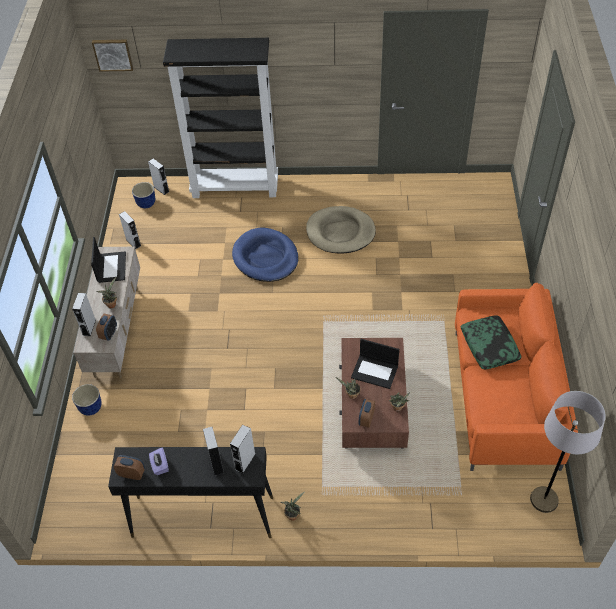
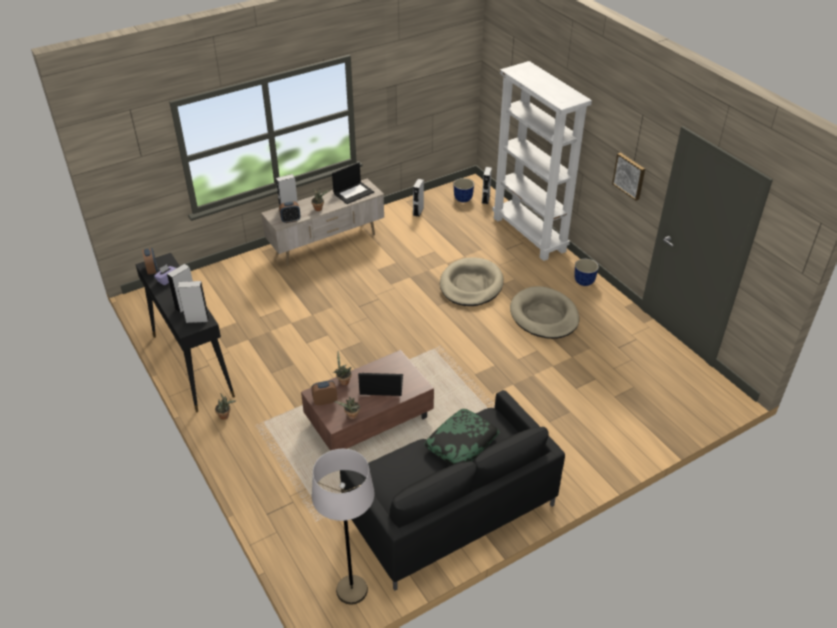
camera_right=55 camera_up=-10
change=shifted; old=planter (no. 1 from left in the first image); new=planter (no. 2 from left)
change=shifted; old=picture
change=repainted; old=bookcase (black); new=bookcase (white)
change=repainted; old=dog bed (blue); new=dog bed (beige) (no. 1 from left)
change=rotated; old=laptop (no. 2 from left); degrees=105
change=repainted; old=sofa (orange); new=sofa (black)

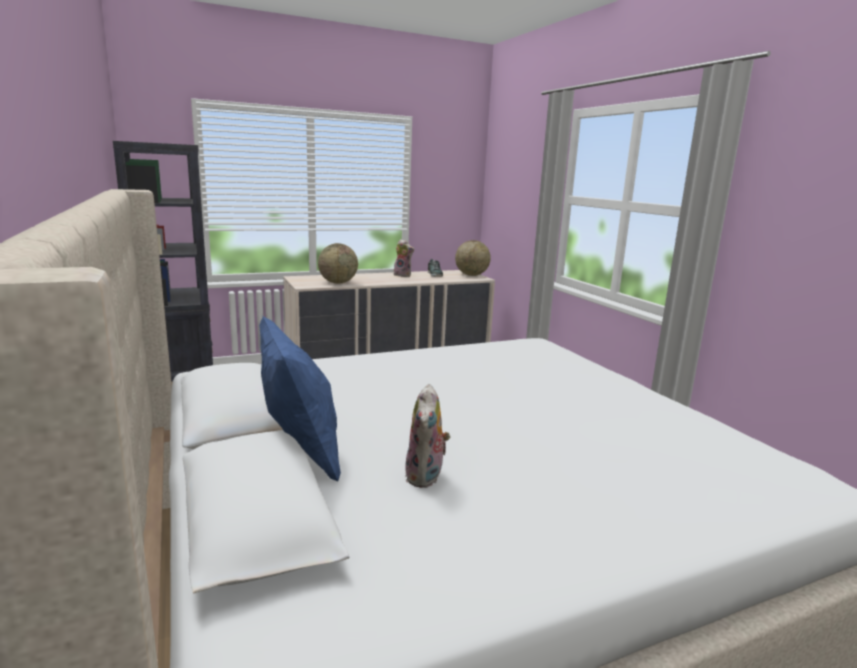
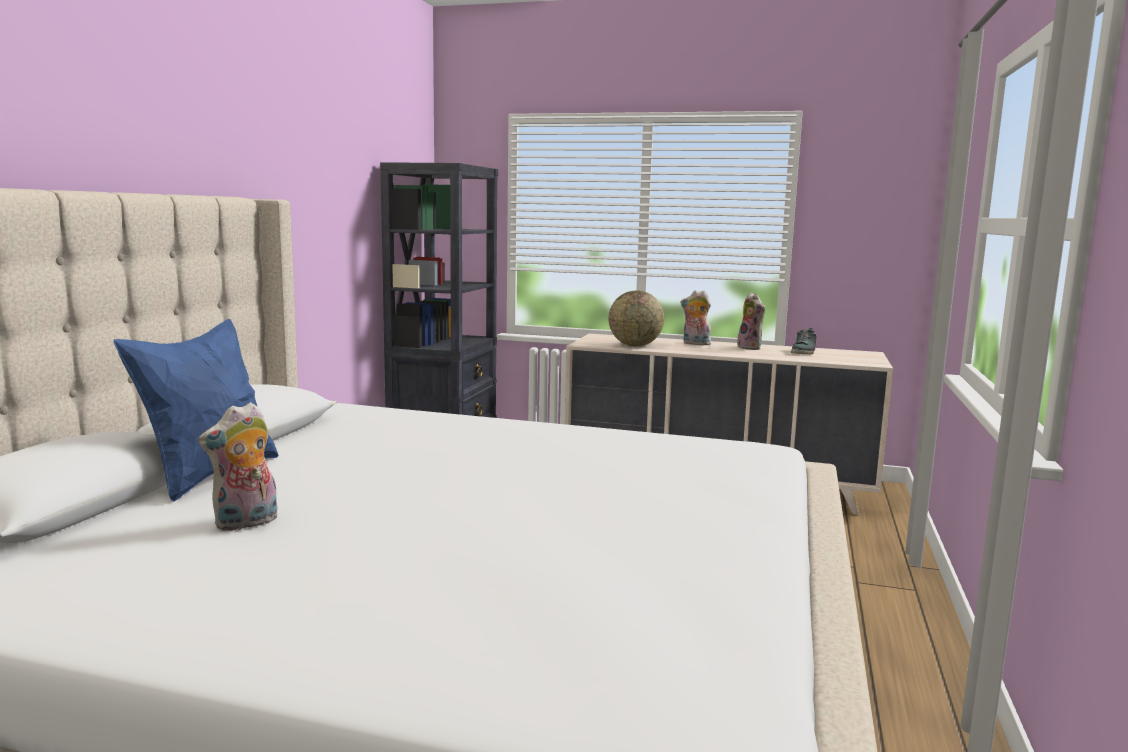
camera_right=40 camera_up=-5
change=gone; old=globe (no. 2 from left)
change=new; new=plush toy (no. 2 from left)

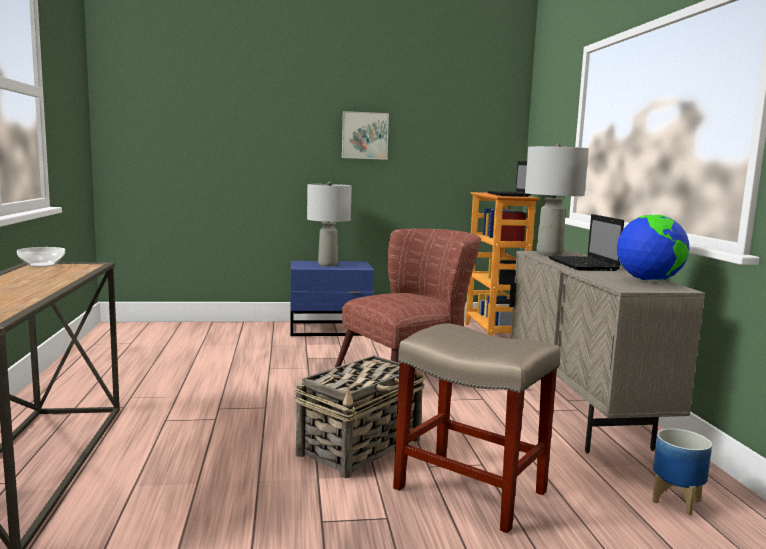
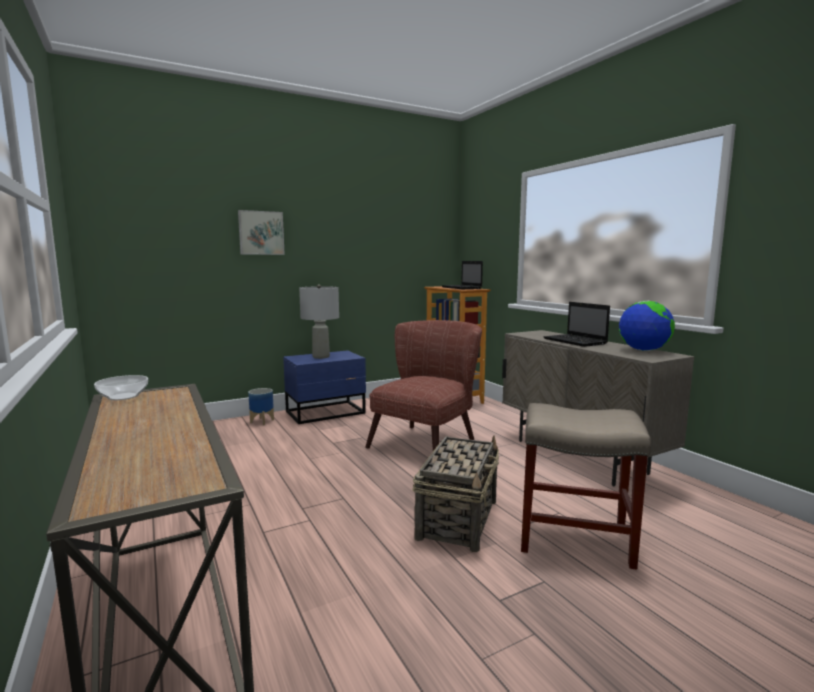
camera_right=-20 camera_up=0
change=shifted; old=picture
change=gone; old=table lamp (grey) (no. 2 from left)
change=shifted; old=planter

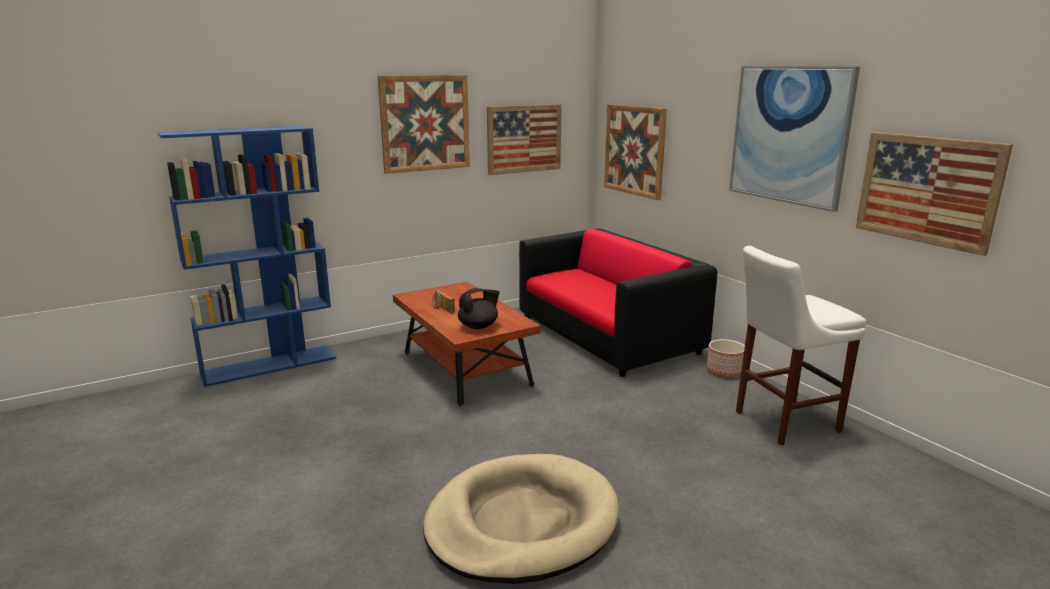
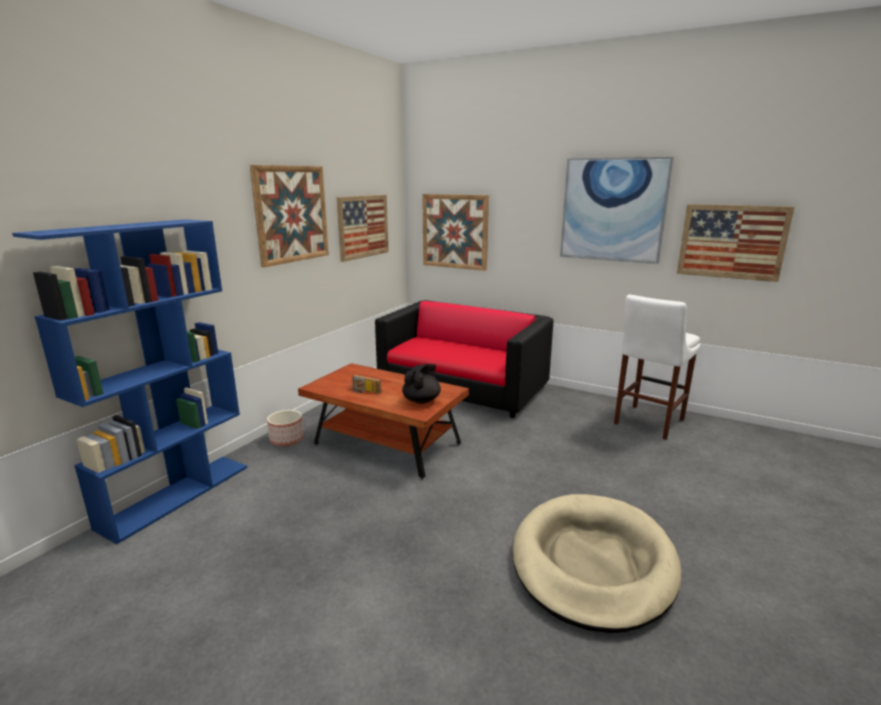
camera_right=-30 camera_up=0
change=shifted; old=planter

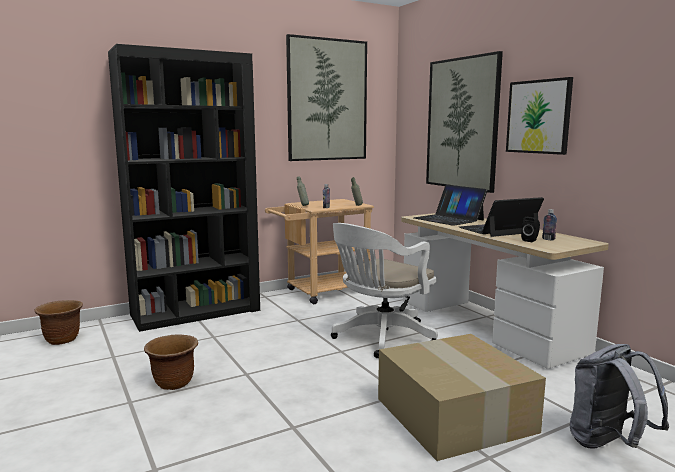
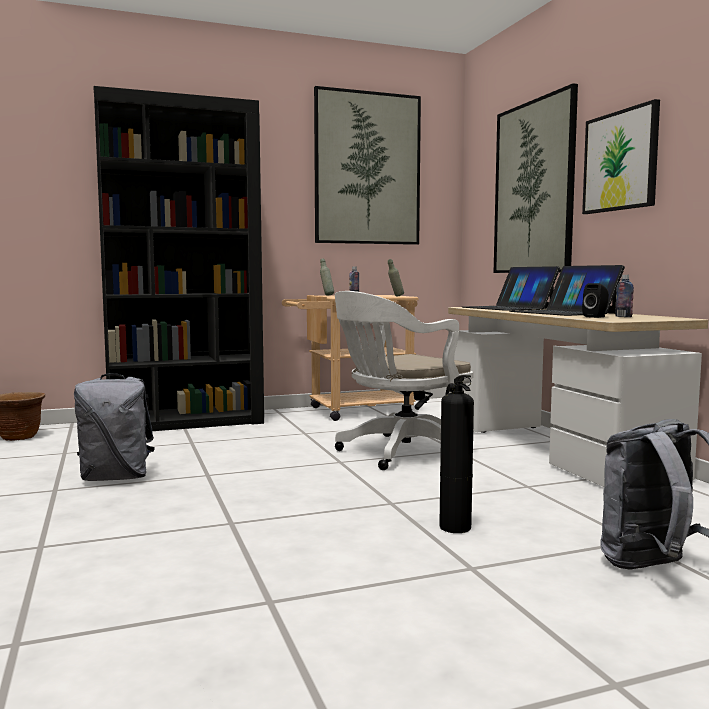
camera_right=10 camera_up=-5
change=swapped; old=planter (brown) (no. 2 from left); new=backpack (grey) (no. 1 from left)
change=swapped; old=cardboard box; new=fire extinguisher
change=rotated; old=laptop (no. 2 from left); degrees=-105

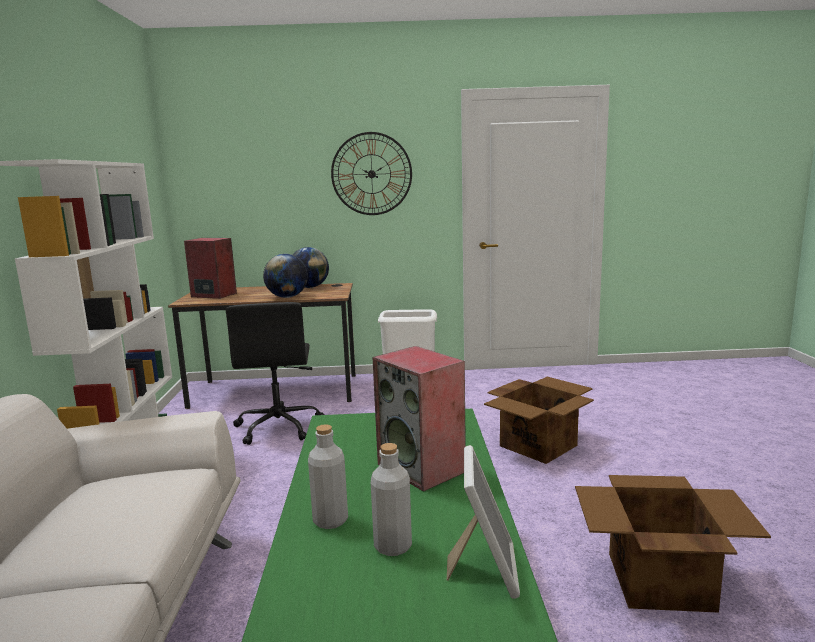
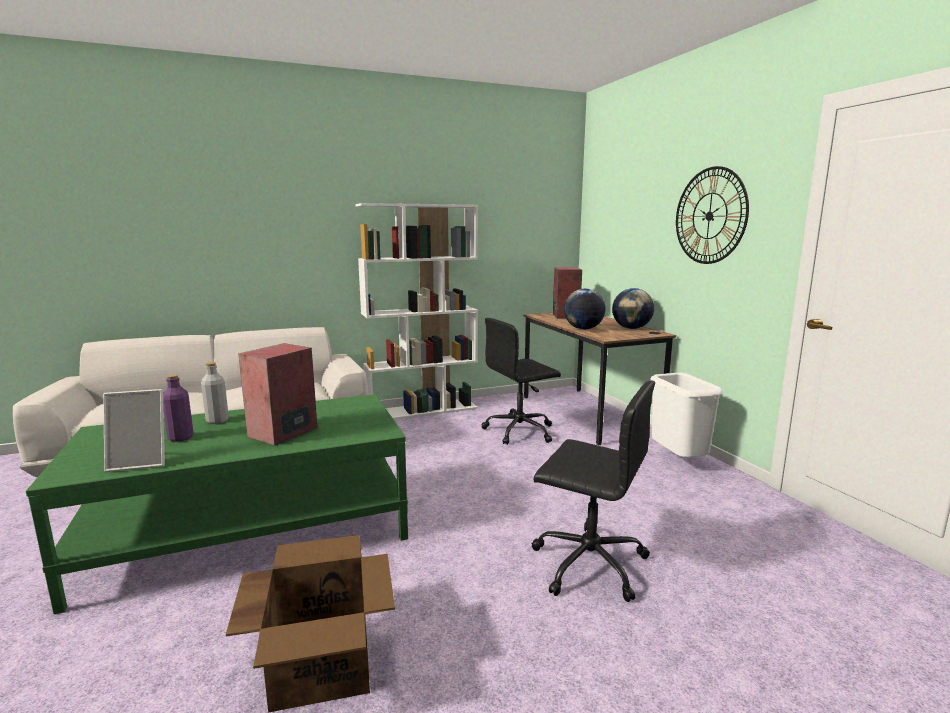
camera_right=70 camera_up=0
change=repainted; old=bottle (grey) (no. 2 from left); new=bottle (purple)
change=swapped; old=cardboard box (no. 1 from left); new=office chair (black) (no. 2 from left)

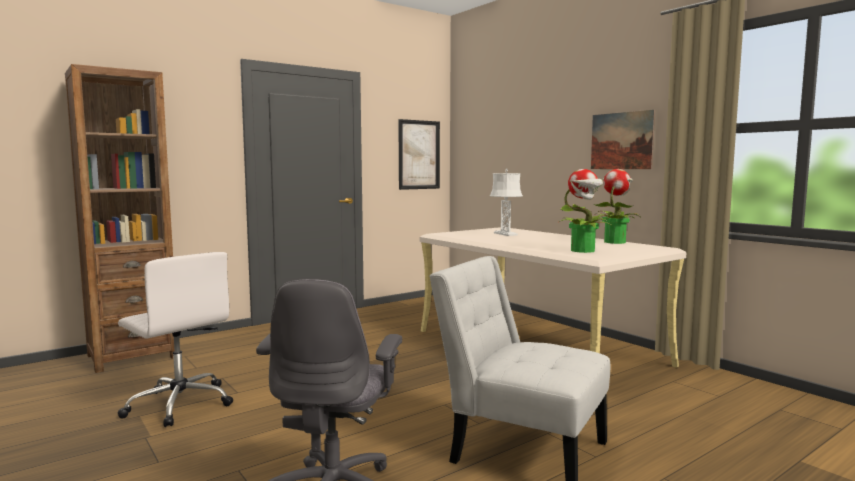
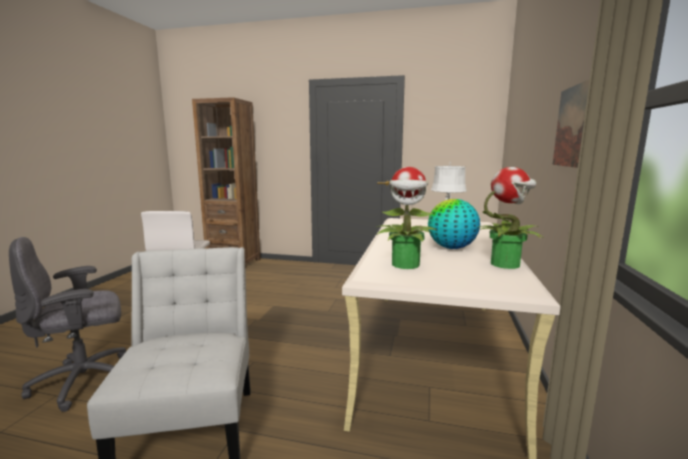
camera_right=50 camera_up=5
change=gone; old=picture (no. 1 from left)
change=new; new=globe

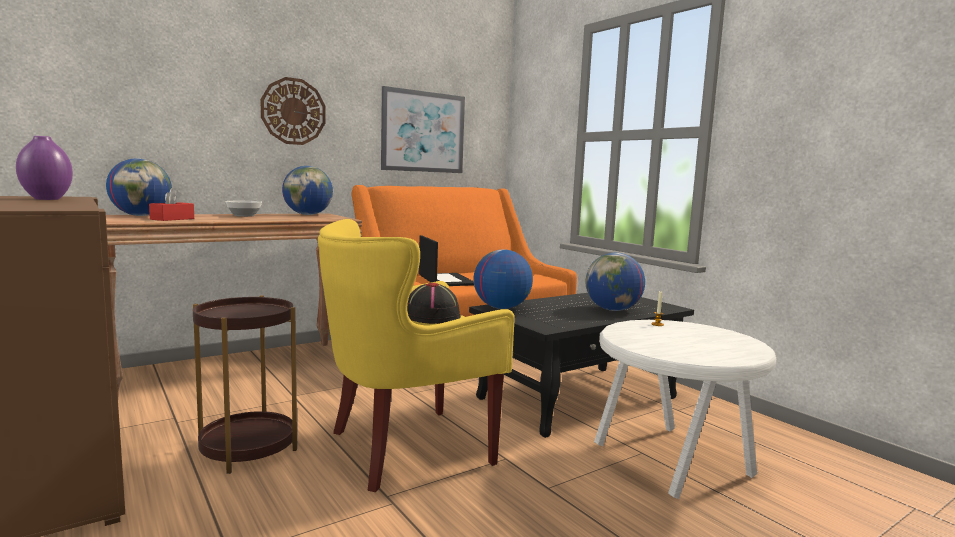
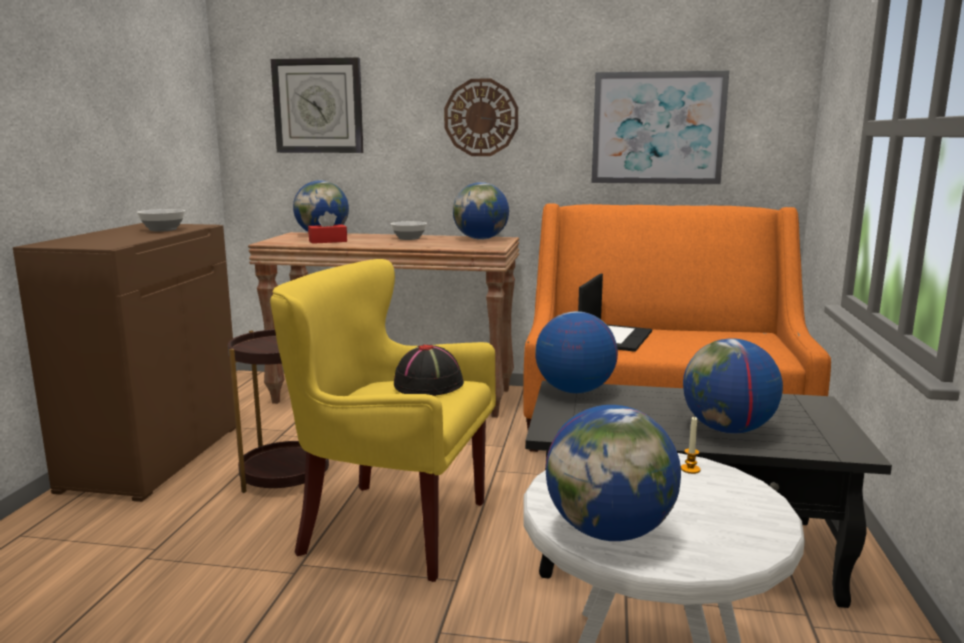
camera_right=45 camera_up=5
change=swapped; old=vase (purple); new=bowl (no. 1 from left)
change=new; new=wall clock (no. 1 from left)
change=new; new=globe (no. 4 from left)

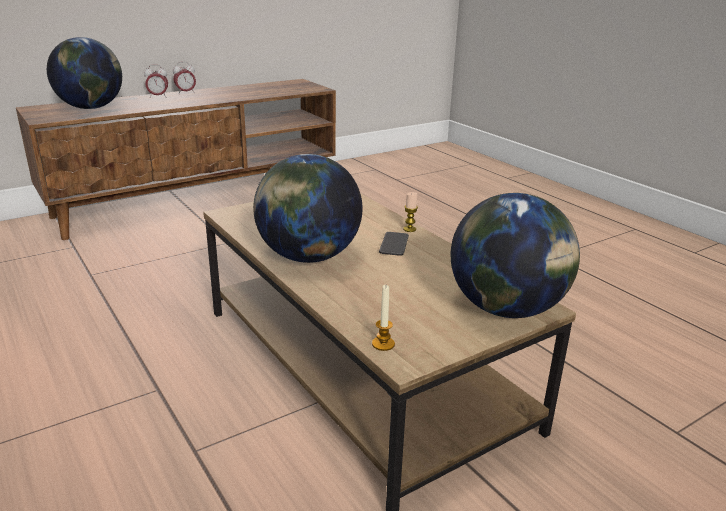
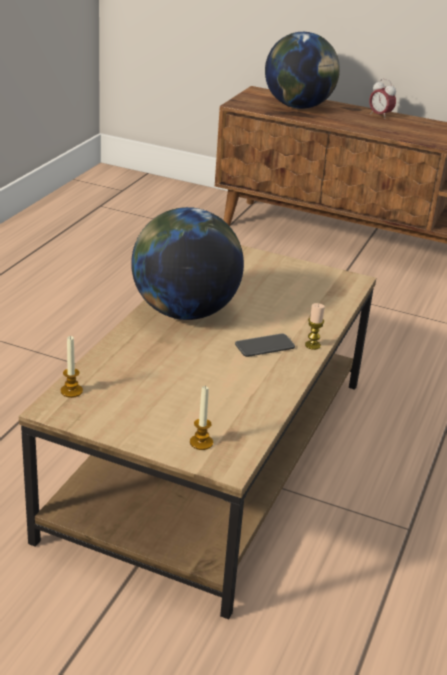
camera_right=55 camera_up=5
change=gone; old=alarm clock (no. 2 from left)
change=swapped; old=globe (no. 3 from left); new=candle (no. 2 from left)

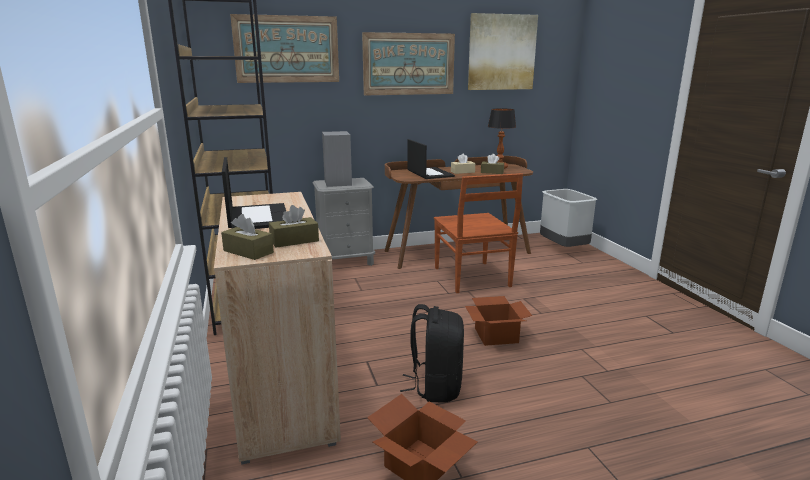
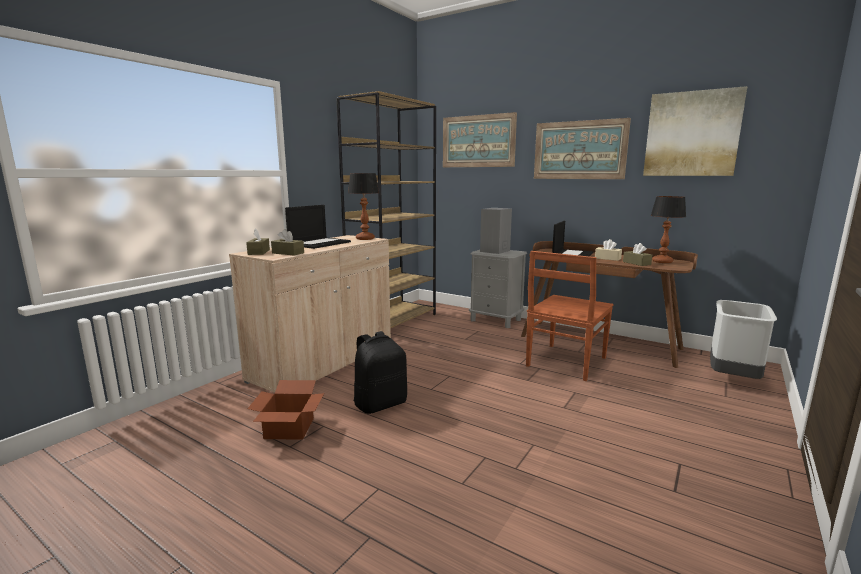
camera_right=50 camera_up=-5
change=gone; old=cardboard box (no. 2 from left)
change=new; new=table lamp (no. 1 from left)

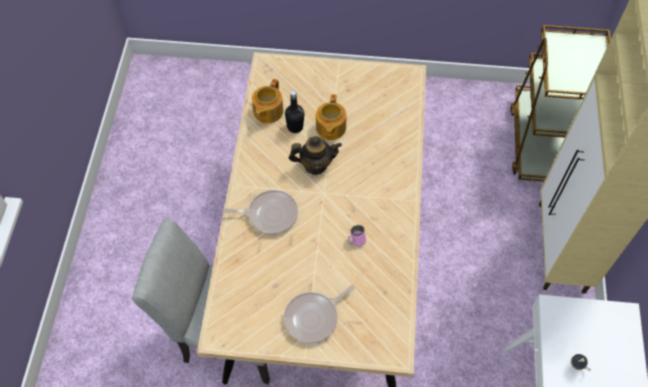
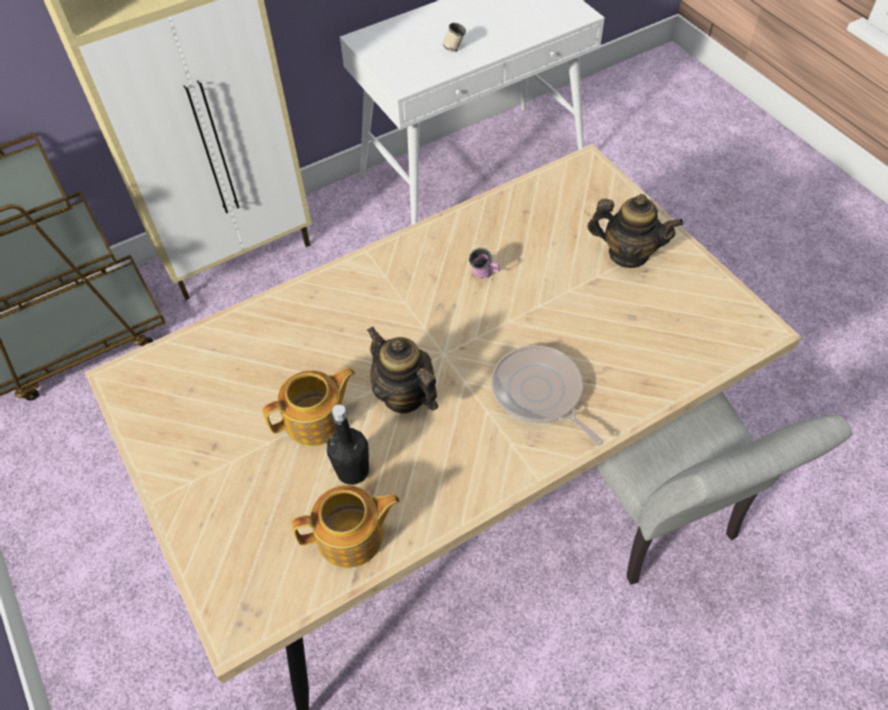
camera_right=-125 camera_up=-5
change=swapped; old=frying pan (no. 2 from left); new=teapot (no. 4 from left)

